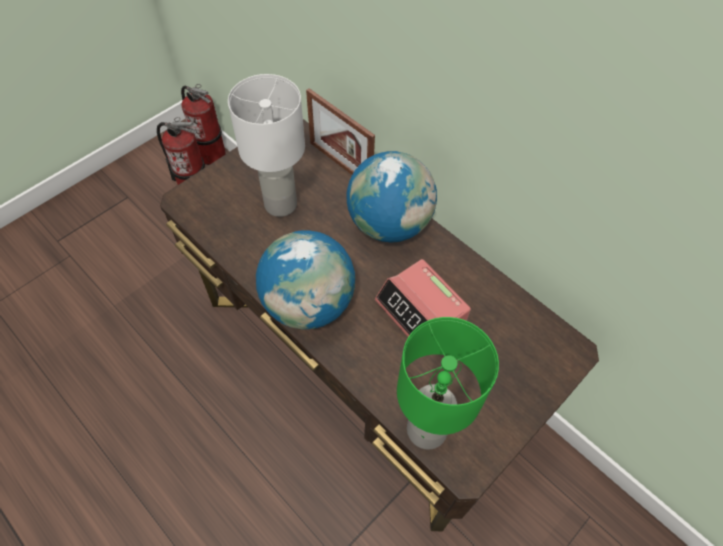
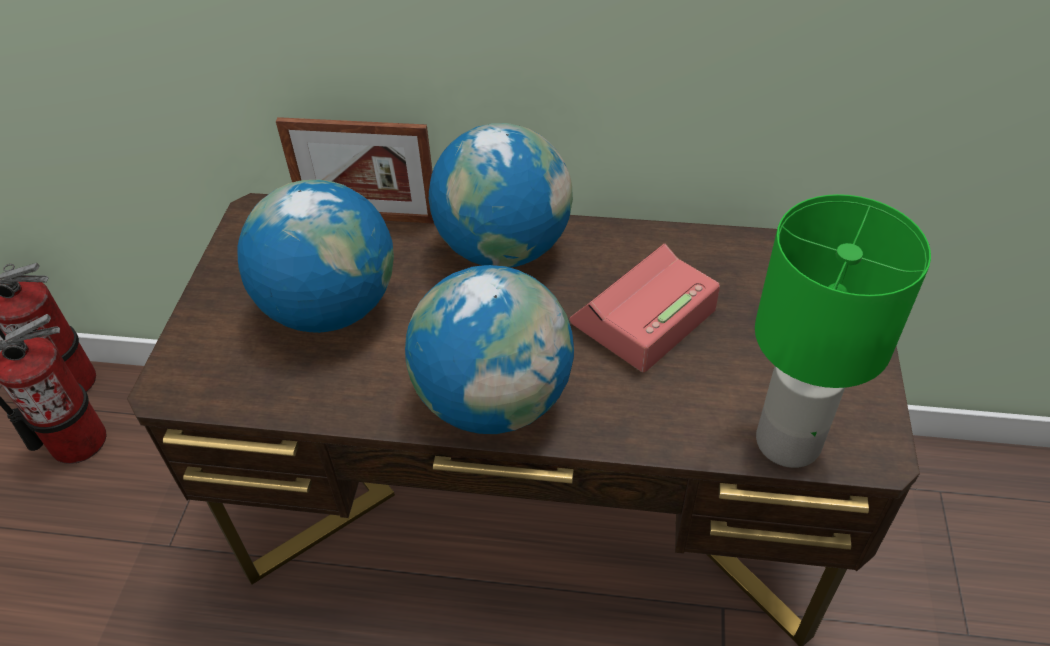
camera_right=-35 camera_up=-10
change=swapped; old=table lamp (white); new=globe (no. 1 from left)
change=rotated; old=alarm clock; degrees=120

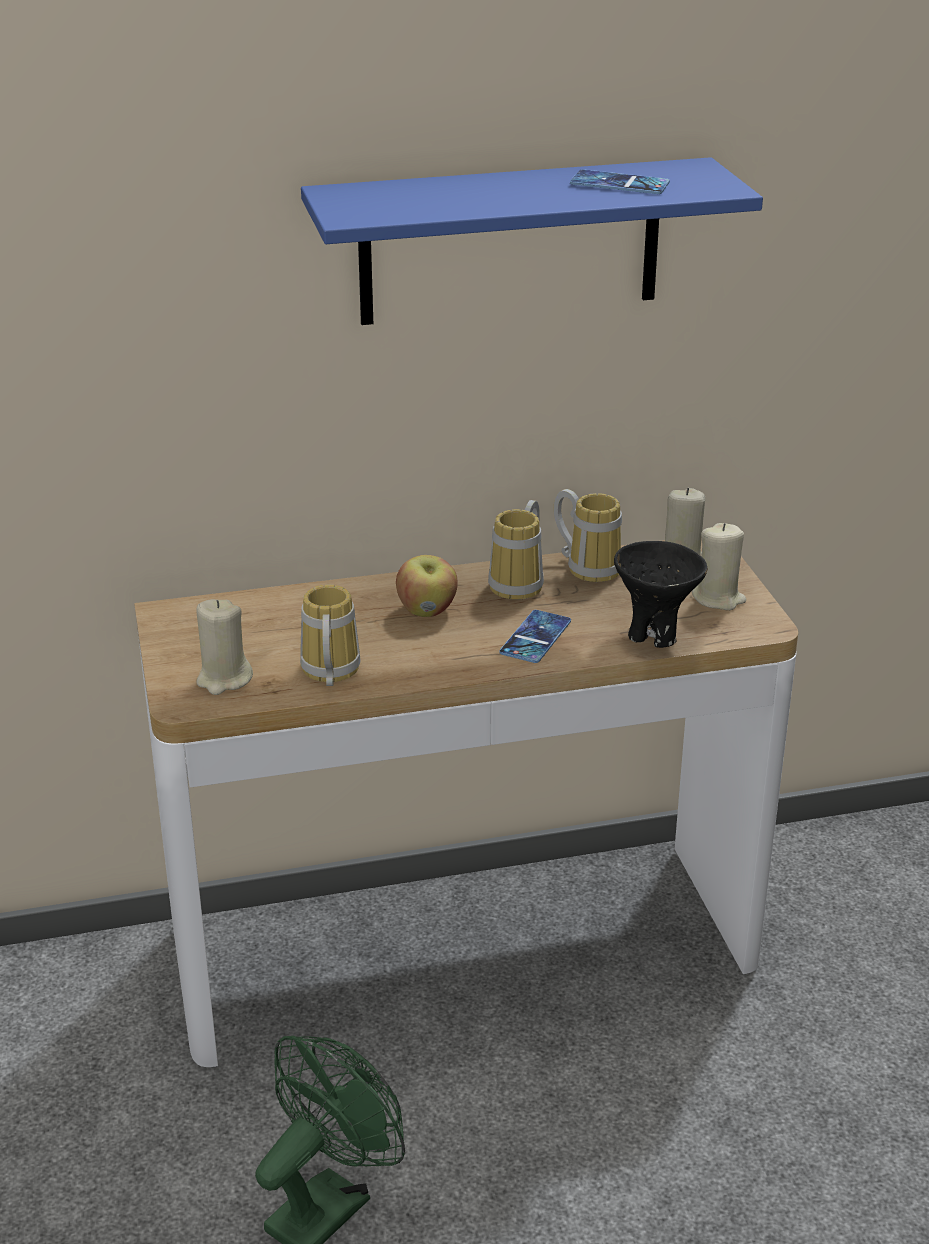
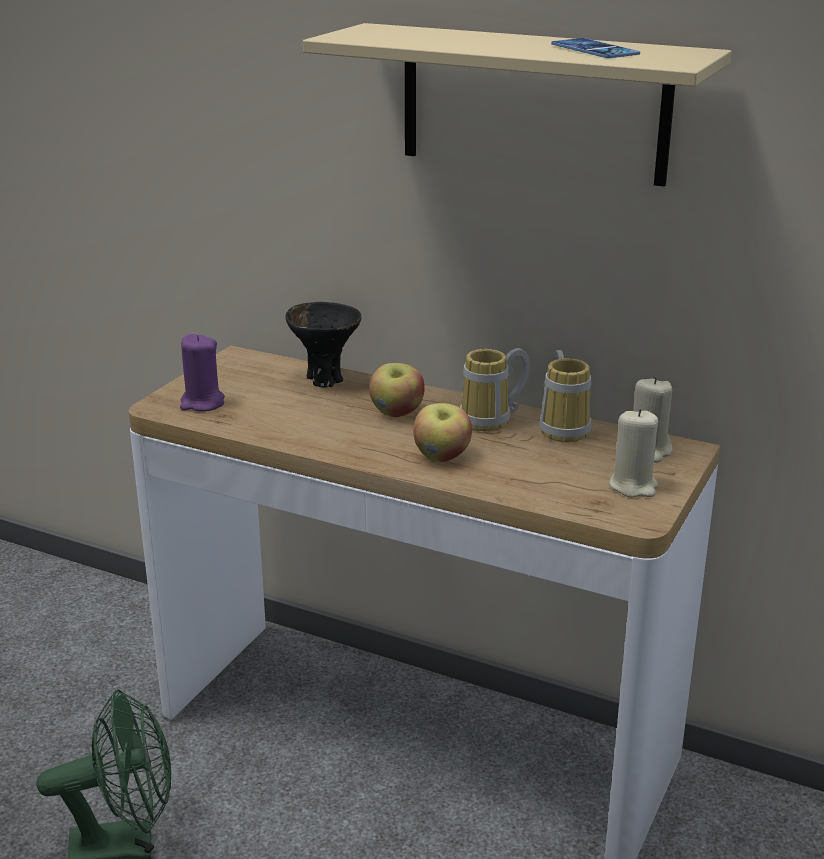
camera_right=40 camera_up=-5
change=repainted; old=candle (beige) (no. 1 from left); new=candle (purple)
change=gone; old=mug (no. 1 from left)
change=repainted; old=shelf (blue); new=shelf (beige)
change=swapped; old=phone (no. 1 from left); new=apple (no. 2 from left)
change=shifted; old=bowl (black)

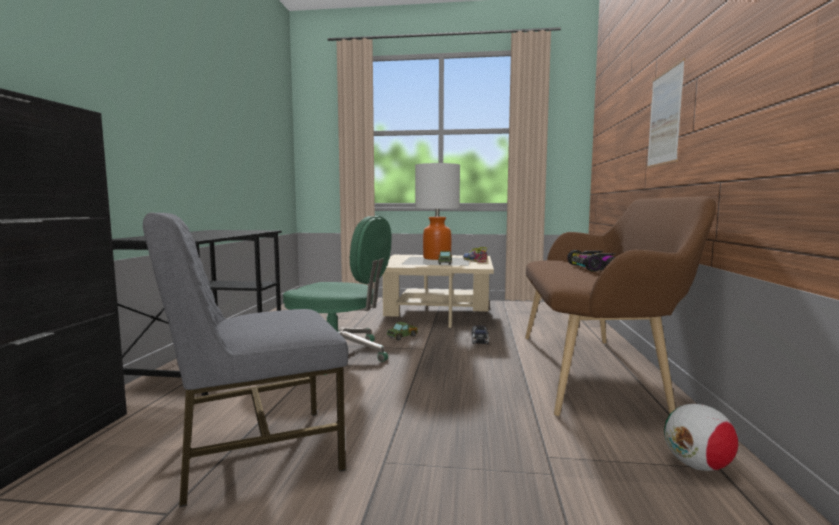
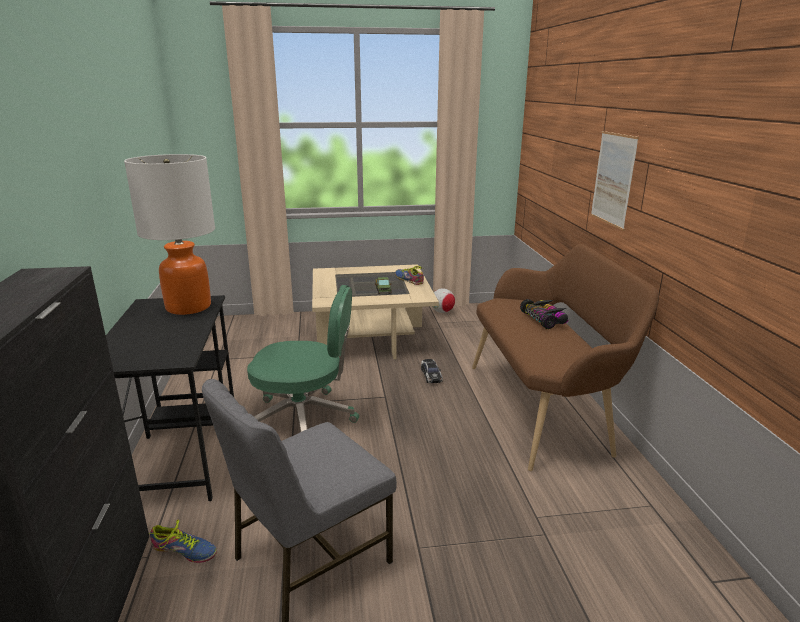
camera_right=-15 camera_up=15
change=gone; old=toy truck (no. 1 from left)
change=shifted; old=table lamp
change=shifted; old=football
change=new; new=shoe (no. 1 from left)

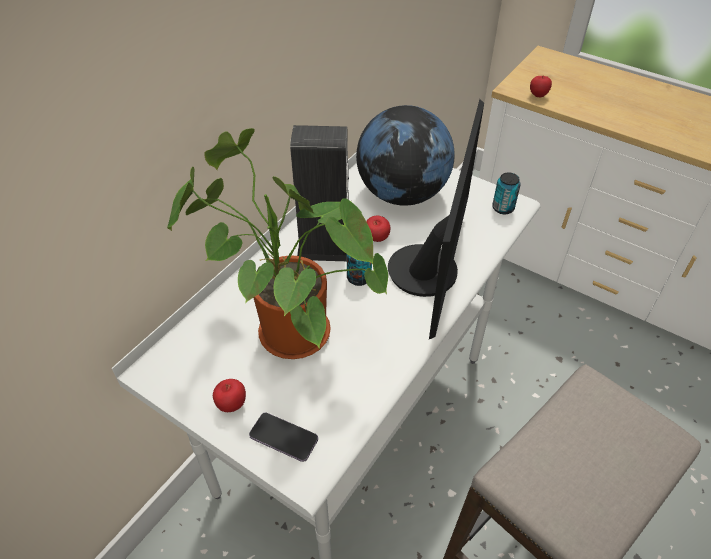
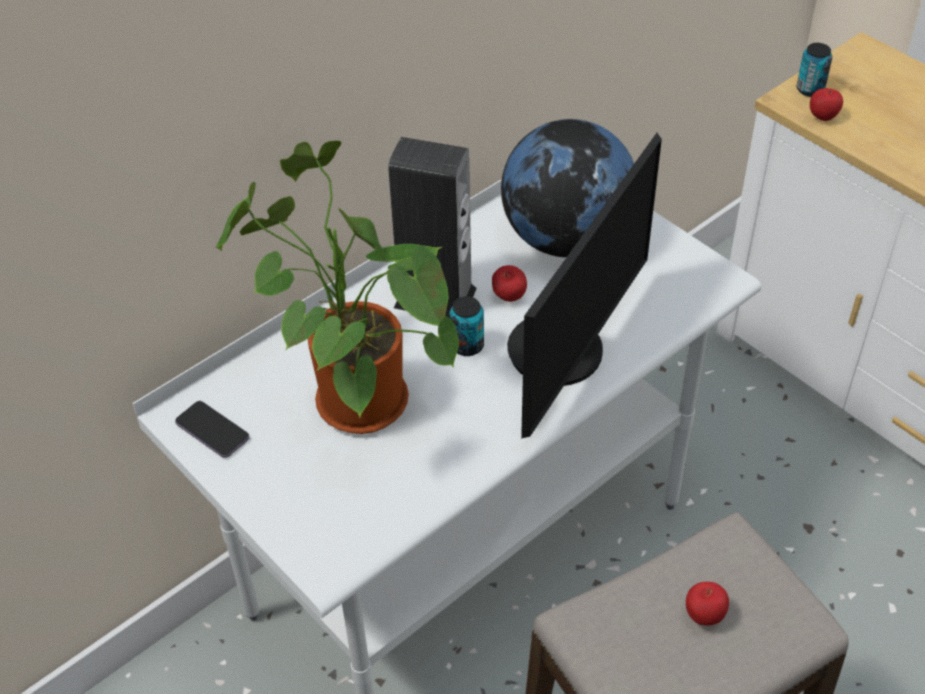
camera_right=15 camera_up=0
change=shifted; old=apple (no. 1 from left in the first image); new=apple (no. 2 from left)
change=shifted; old=phone
change=shifted; old=can (no. 2 from left)

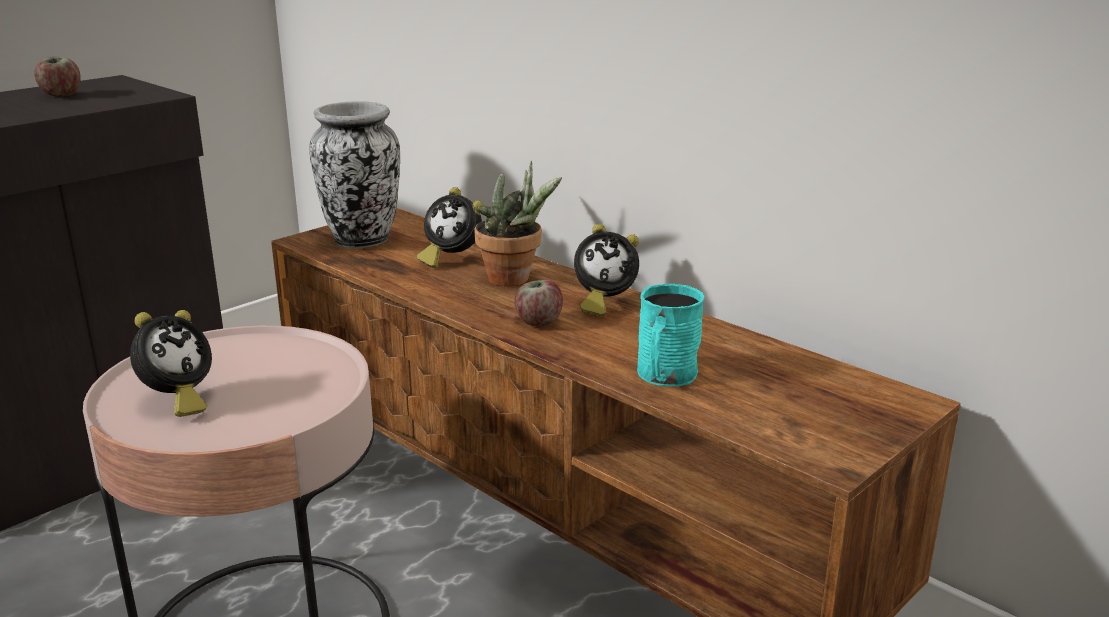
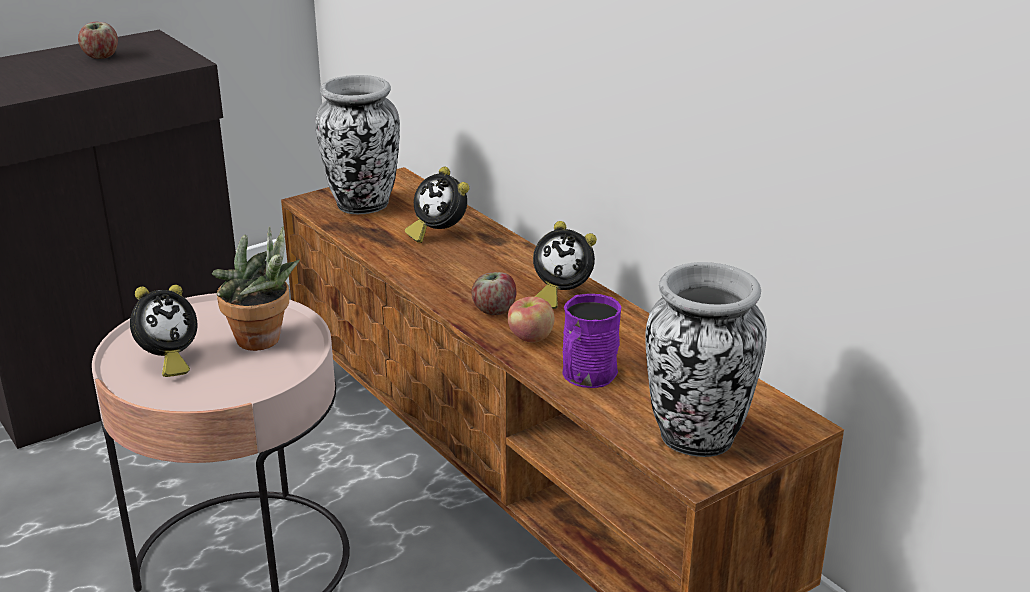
camera_right=10 camera_up=5
change=shifted; old=potted plant
change=repainted; old=mug (turquoise); new=mug (purple)
change=new; new=apple (no. 3 from left)
change=new; new=vase (no. 2 from left)

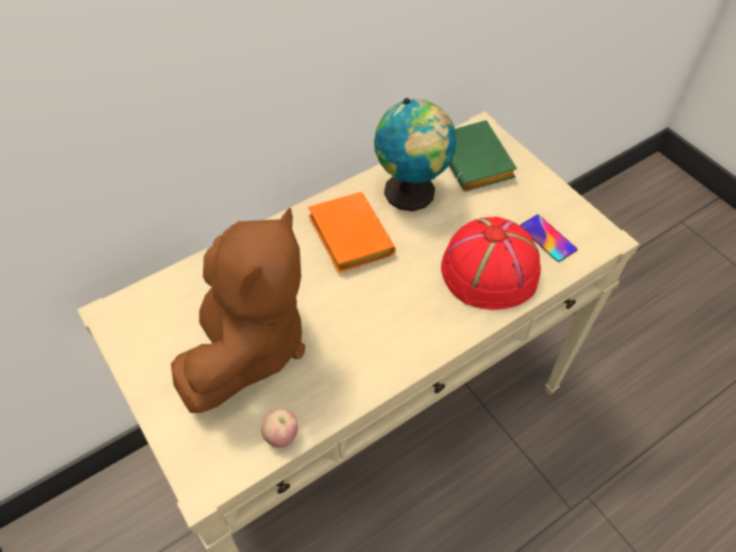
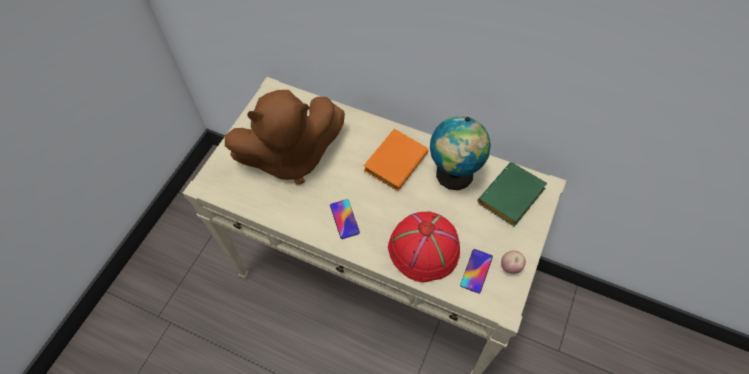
camera_right=60 camera_up=5
change=shifted; old=apple
change=new; new=phone (no. 1 from left)

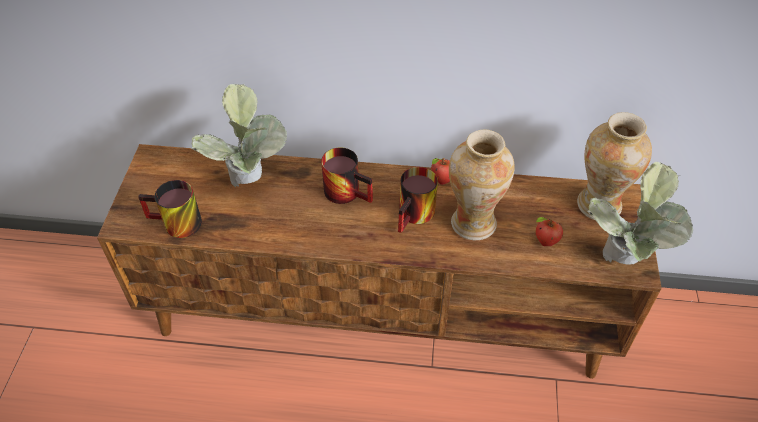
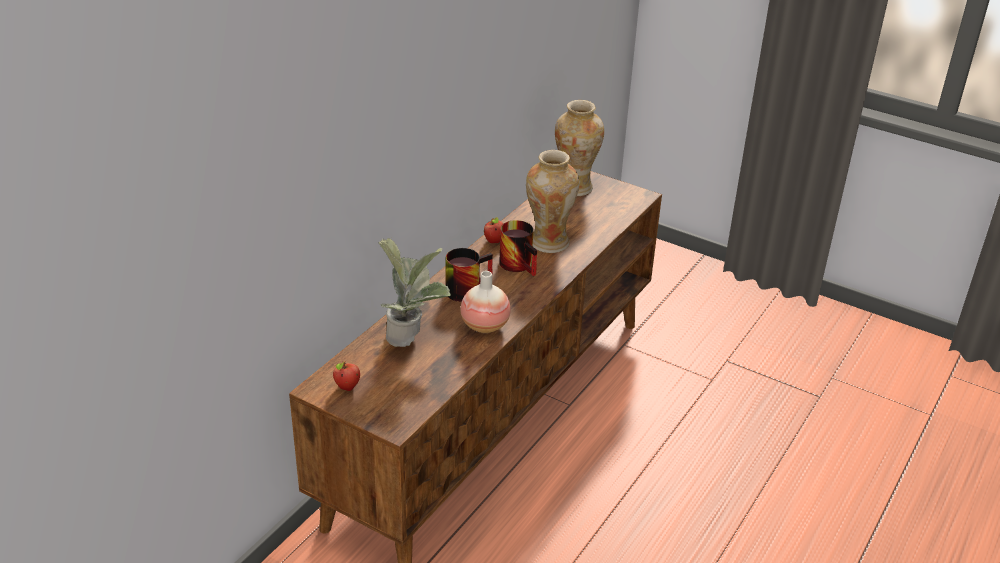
camera_right=-65 camera_up=-15
change=gone; old=mug (no. 1 from left)
change=shifted; old=apple (no. 2 from left in the first image); new=apple (no. 1 from left)
change=gone; old=potted plant (no. 2 from left)
change=new; new=vase (no. 1 from left)

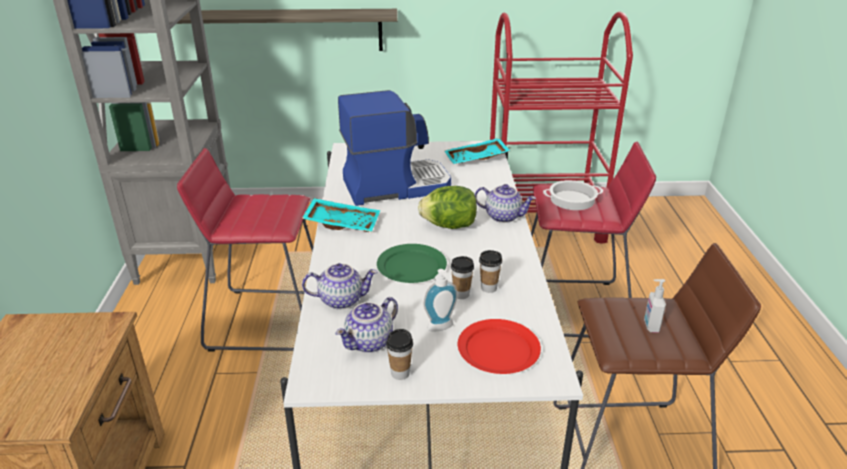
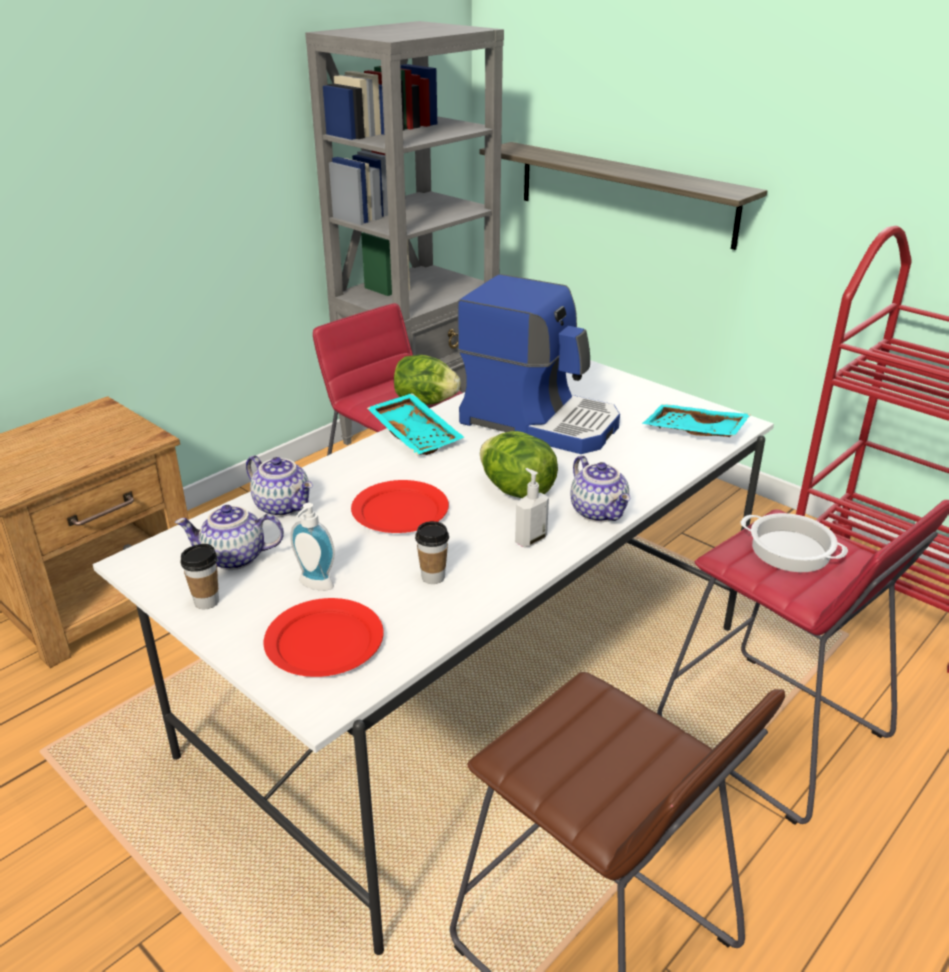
camera_right=45 camera_up=0
change=repainted; old=plate (green); new=plate (red) (no. 2 from left)
change=gone; old=cup (no. 2 from left)
change=shifted; old=soap dispenser (no. 2 from left)
change=new; new=lettuce (no. 1 from left)

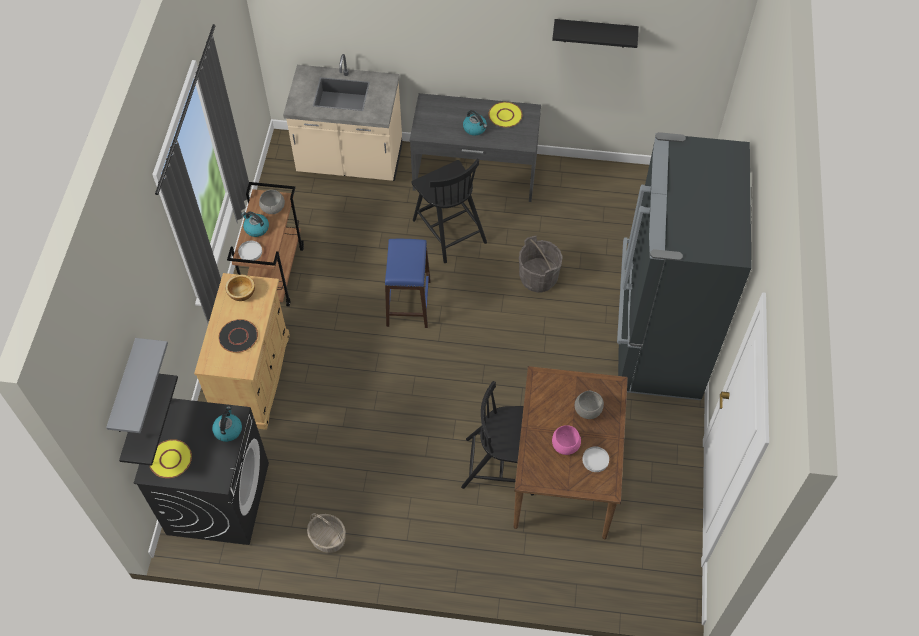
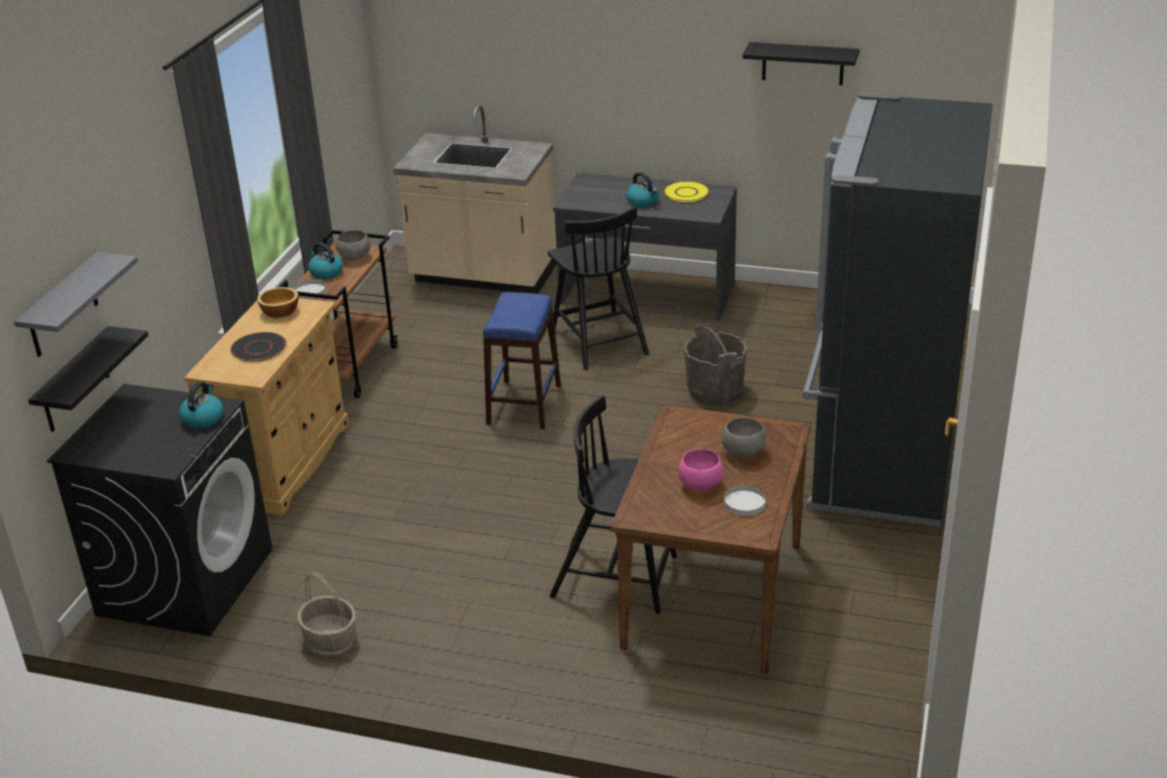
camera_right=10 camera_up=-25
change=gone; old=plate (yellow) (no. 1 from left)

